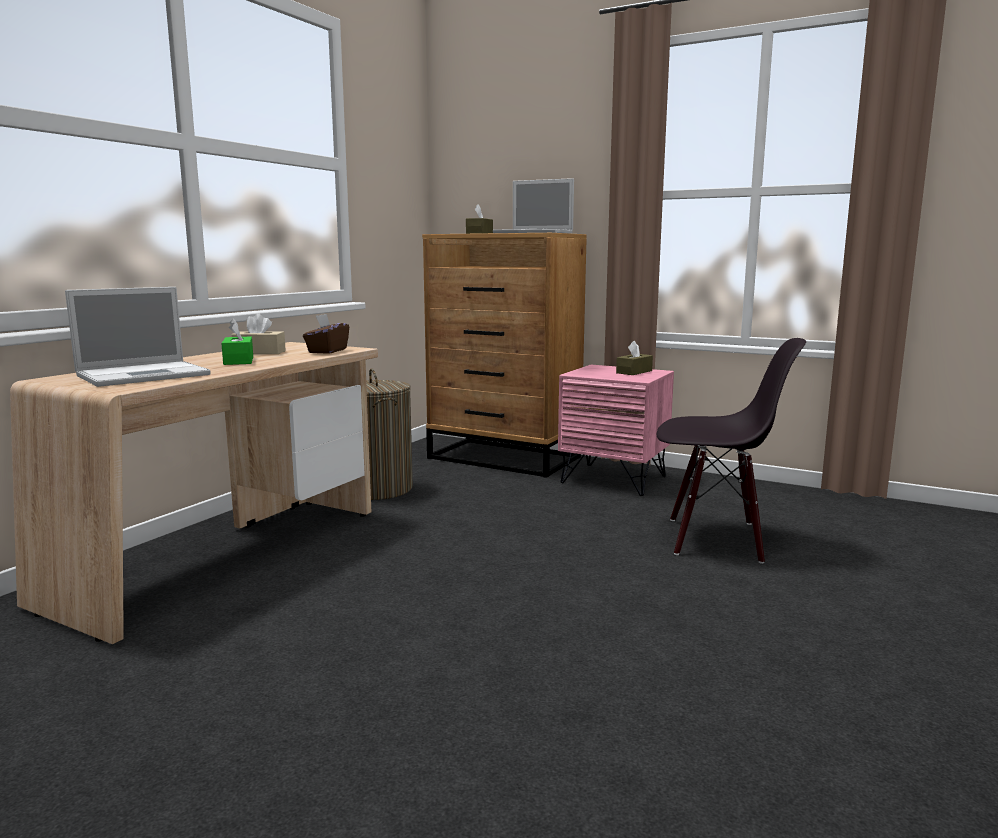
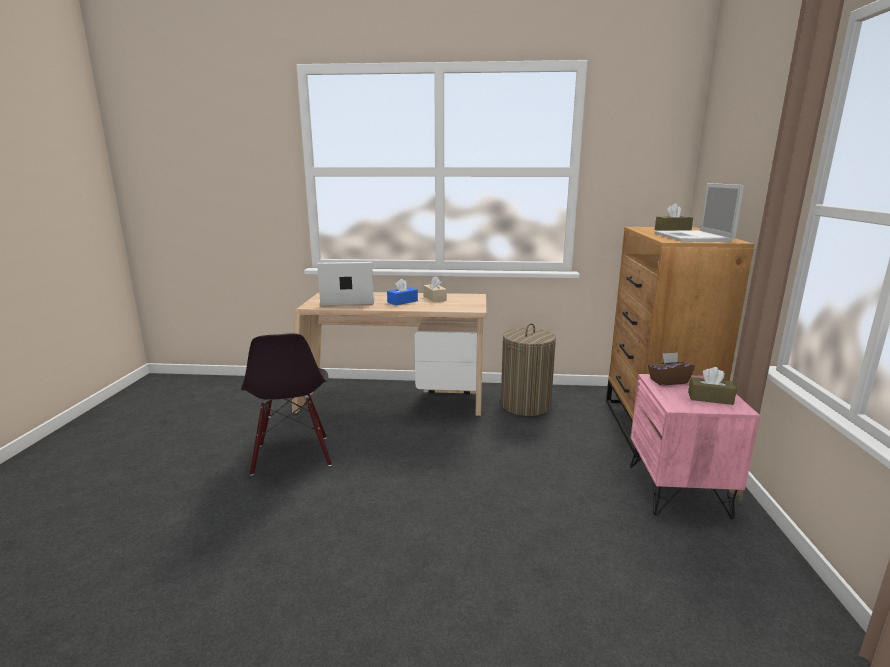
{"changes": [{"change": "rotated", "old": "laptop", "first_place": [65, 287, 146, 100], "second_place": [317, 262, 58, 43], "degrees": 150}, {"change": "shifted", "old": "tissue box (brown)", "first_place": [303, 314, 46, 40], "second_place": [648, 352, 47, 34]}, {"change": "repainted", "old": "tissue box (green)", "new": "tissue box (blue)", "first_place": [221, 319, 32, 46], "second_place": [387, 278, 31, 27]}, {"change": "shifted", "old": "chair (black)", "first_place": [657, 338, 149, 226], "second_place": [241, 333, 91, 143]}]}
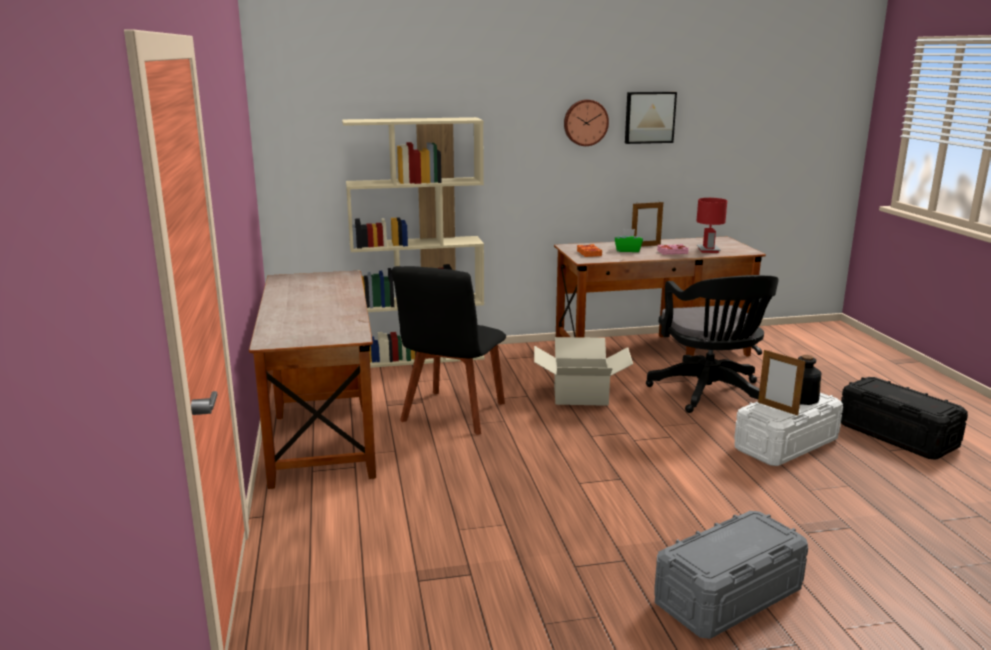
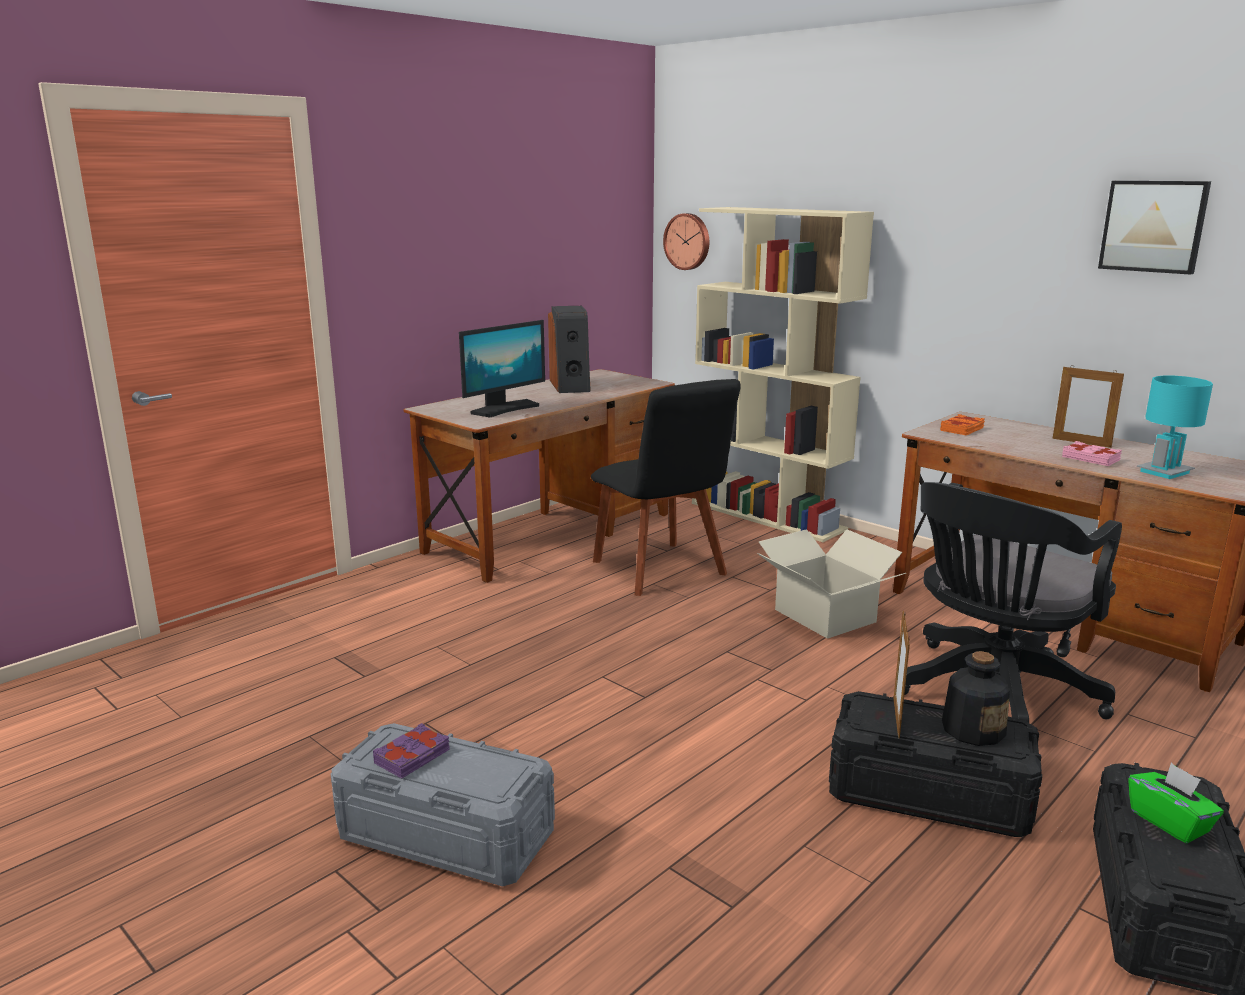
{"changes": [{"change": "shifted", "old": "wall clock", "first_place": [564, 100, 45, 46], "second_place": [663, 213, 46, 57]}, {"change": "repainted", "old": "table lamp (red)", "new": "table lamp (turquoise)", "first_place": [696, 198, 31, 55], "second_place": [1137, 376, 76, 103]}, {"change": "shifted", "old": "tissue box (green)", "first_place": [614, 229, 29, 23], "second_place": [1128, 763, 96, 80]}, {"change": "rotated", "old": "chair (black)", "first_place": [392, 266, 114, 169], "second_place": [591, 379, 150, 217], "degrees": -105}, {"change": "repainted", "old": "storage box (white)", "new": "storage box (black)", "first_place": [734, 392, 109, 74], "second_place": [829, 691, 213, 146]}, {"change": "new", "new": "speaker", "second_place": [548, 306, 43, 87]}, {"change": "new", "new": "monitor", "second_place": [459, 320, 86, 97]}, {"change": "new", "new": "book (purple)", "second_place": [373, 723, 77, 56]}]}
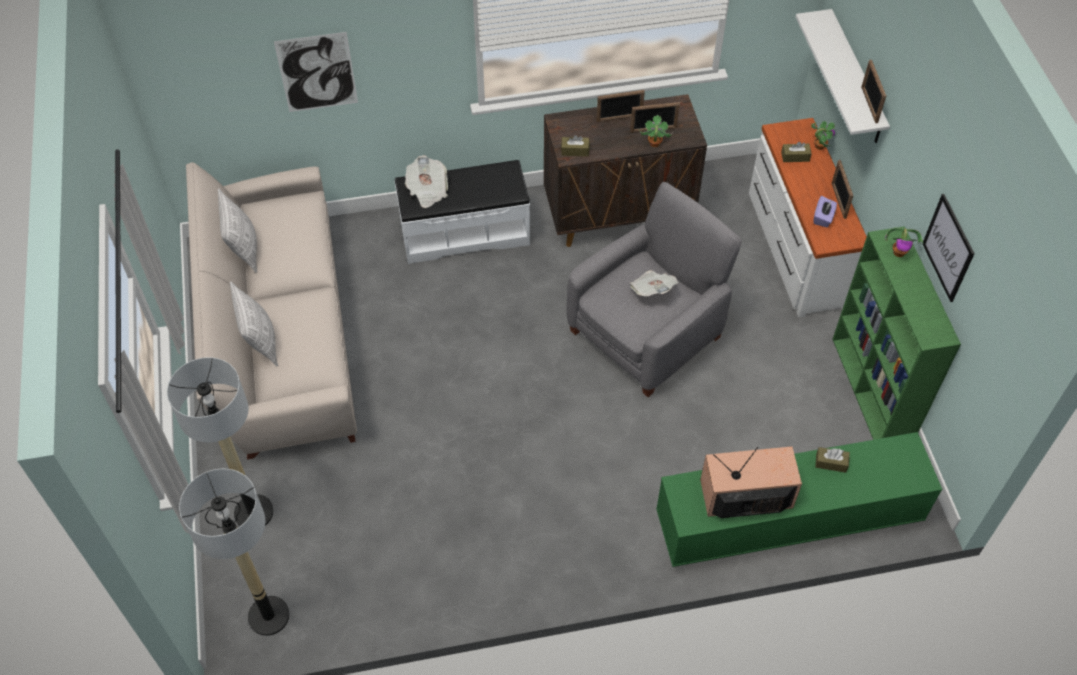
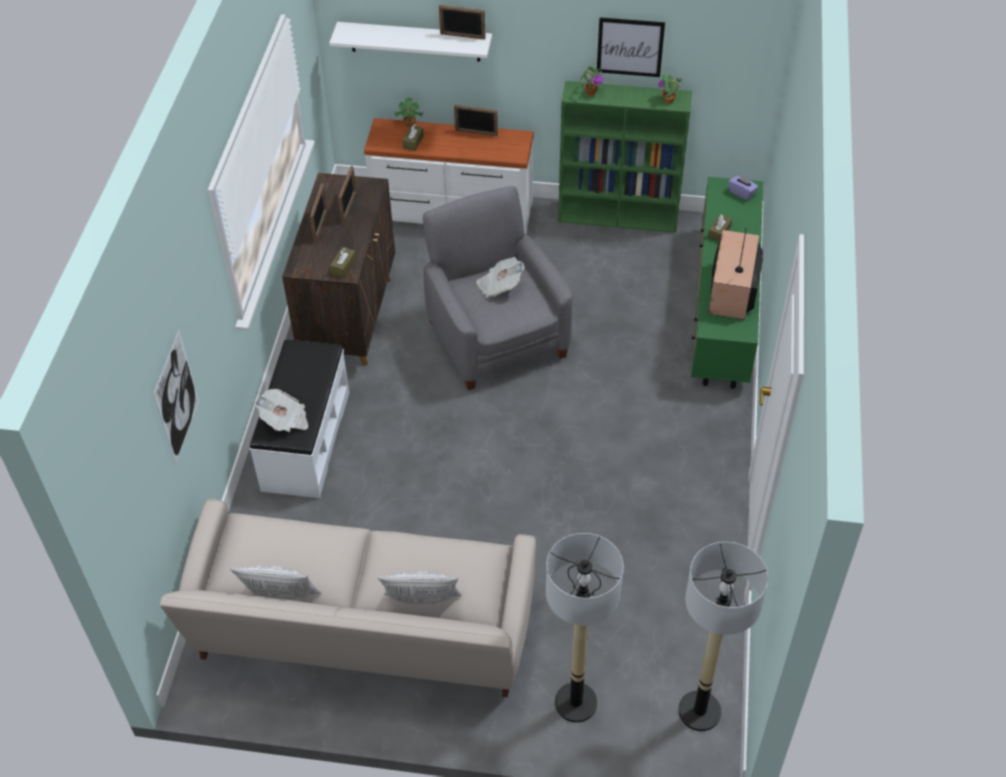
{"changes": [{"change": "shifted", "old": "potted plant", "first_place": [639, 115, 35, 32], "second_place": [658, 74, 24, 29]}, {"change": "shifted", "old": "tissue box (purple)", "first_place": [814, 196, 23, 31], "second_place": [728, 174, 30, 26]}]}
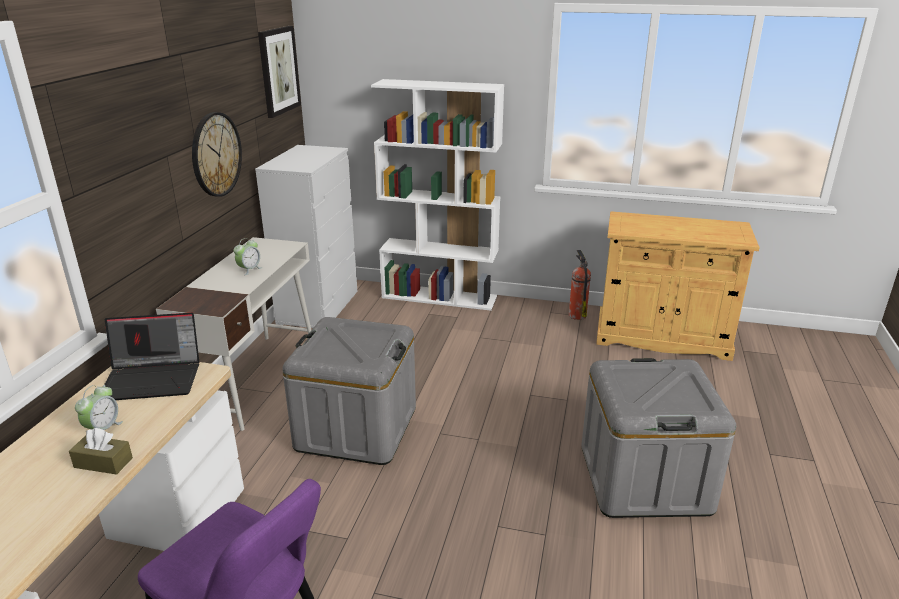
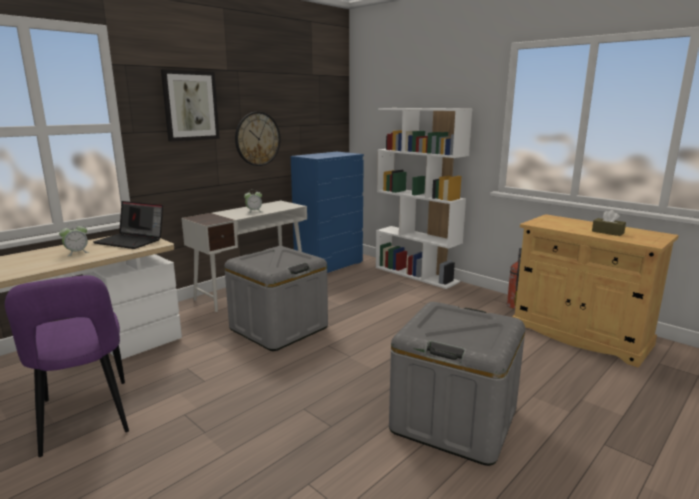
{"changes": [{"change": "shifted", "old": "picture", "first_place": [258, 26, 43, 92], "second_place": [161, 69, 59, 73]}, {"change": "repainted", "old": "dresser (white)", "new": "dresser (blue)", "first_place": [255, 145, 103, 183], "second_place": [290, 152, 74, 121]}, {"change": "shifted", "old": "tissue box (brown)", "first_place": [69, 428, 64, 47], "second_place": [592, 210, 34, 26]}]}
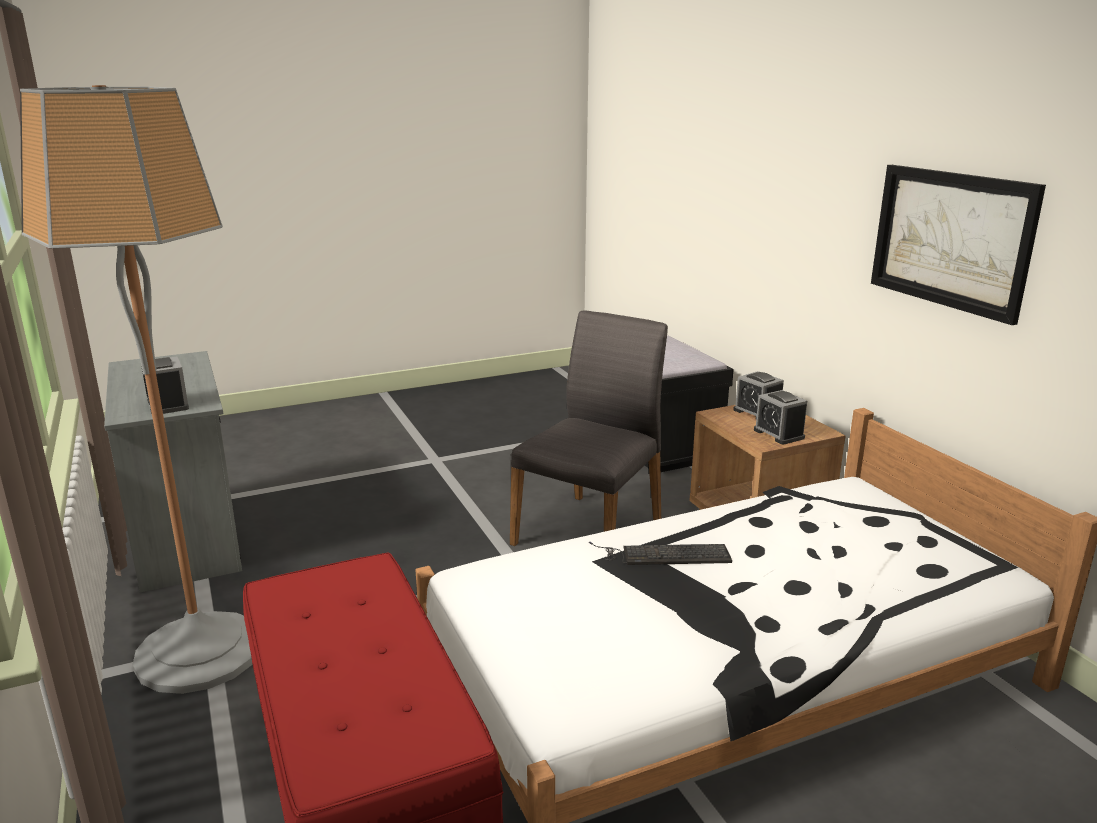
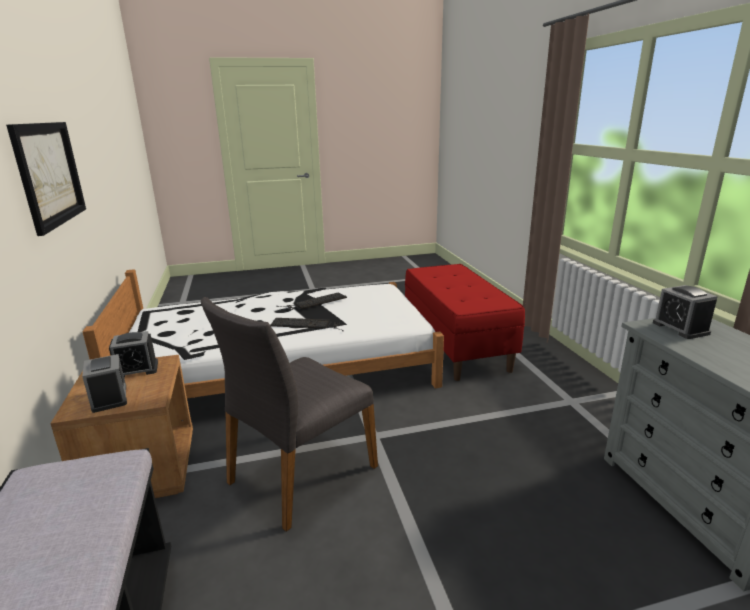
{"changes": [{"change": "gone", "old": "floor lamp", "first_place": [20, 85, 233, 609]}, {"change": "rotated", "old": "alarm clock", "first_place": [754, 390, 53, 54], "second_place": [109, 331, 49, 47], "degrees": 90}, {"change": "new", "new": "keyboard", "second_place": [277, 293, 70, 17]}]}
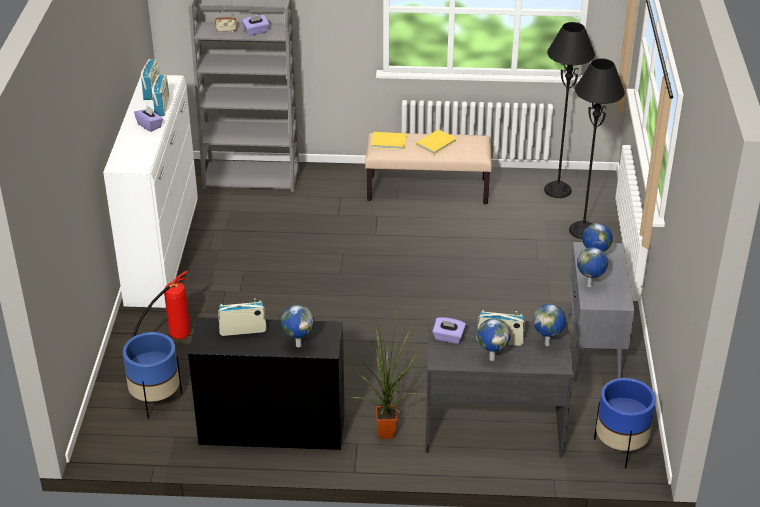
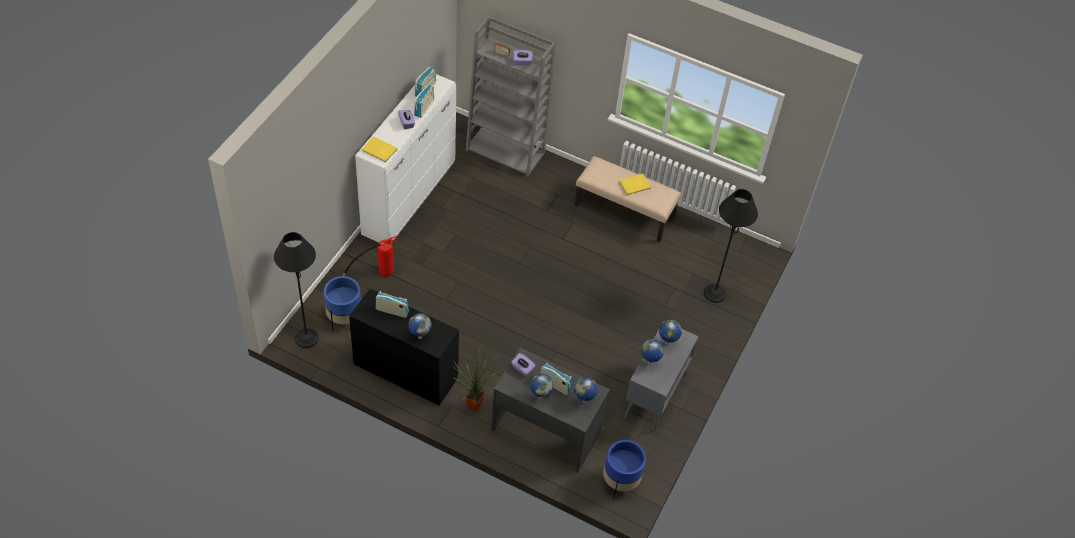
{"changes": [{"change": "shifted", "old": "floor lamp (black)", "first_place": [544, 22, 51, 176], "second_place": [274, 232, 45, 116]}, {"change": "shifted", "old": "book (yellow)", "first_place": [371, 132, 36, 18], "second_place": [362, 137, 36, 26]}]}
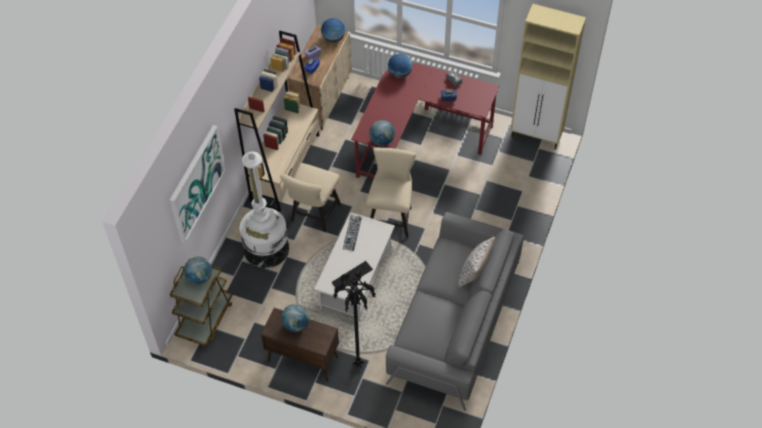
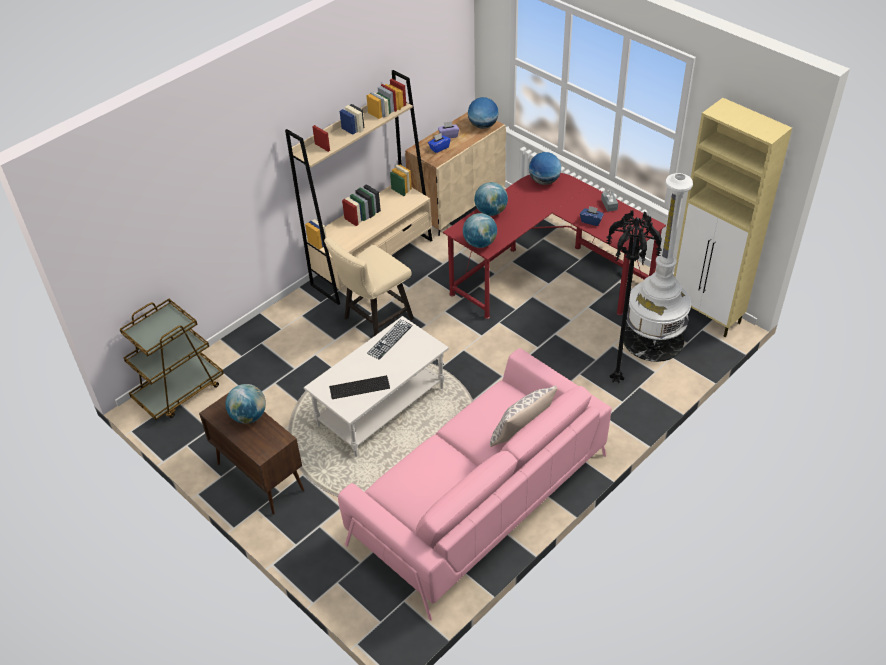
{"changes": [{"change": "gone", "old": "picture", "first_place": [170, 125, 56, 118]}, {"change": "gone", "old": "chair (beige)", "first_place": [366, 148, 50, 90]}, {"change": "shifted", "old": "floor lamp (white)", "first_place": [240, 151, 49, 117], "second_place": [624, 173, 69, 189]}, {"change": "repainted", "old": "sofa (grey)", "new": "sofa (pink)", "first_place": [386, 212, 138, 199], "second_place": [338, 348, 274, 273]}, {"change": "shifted", "old": "globe", "first_place": [184, 256, 28, 28], "second_place": [474, 182, 34, 34]}, {"change": "shifted", "old": "floor lamp (black)", "first_place": [333, 271, 43, 97], "second_place": [606, 210, 56, 173]}]}
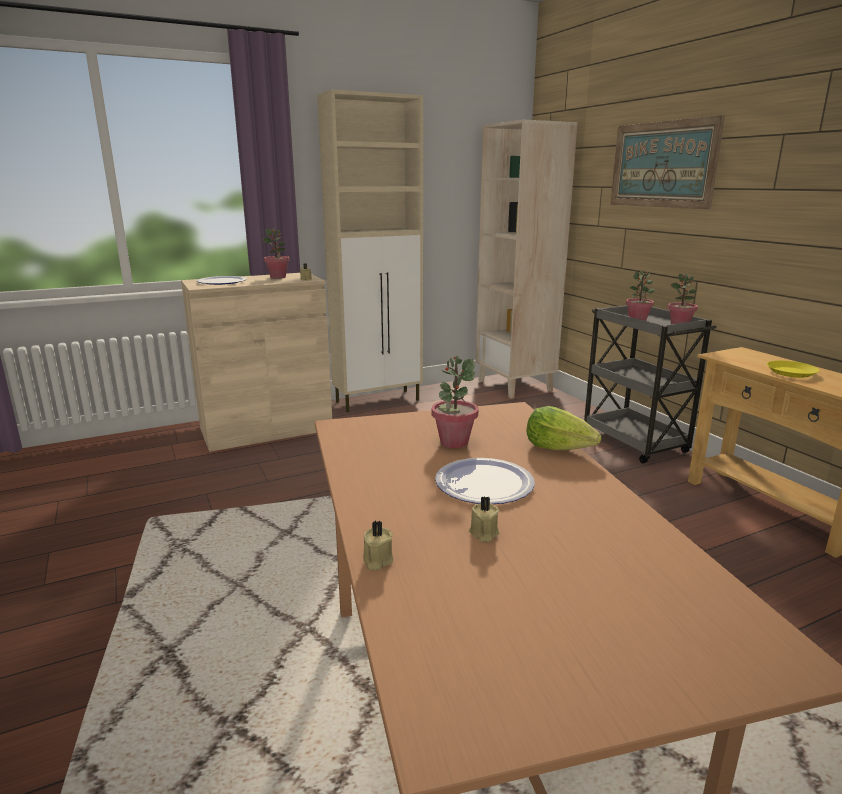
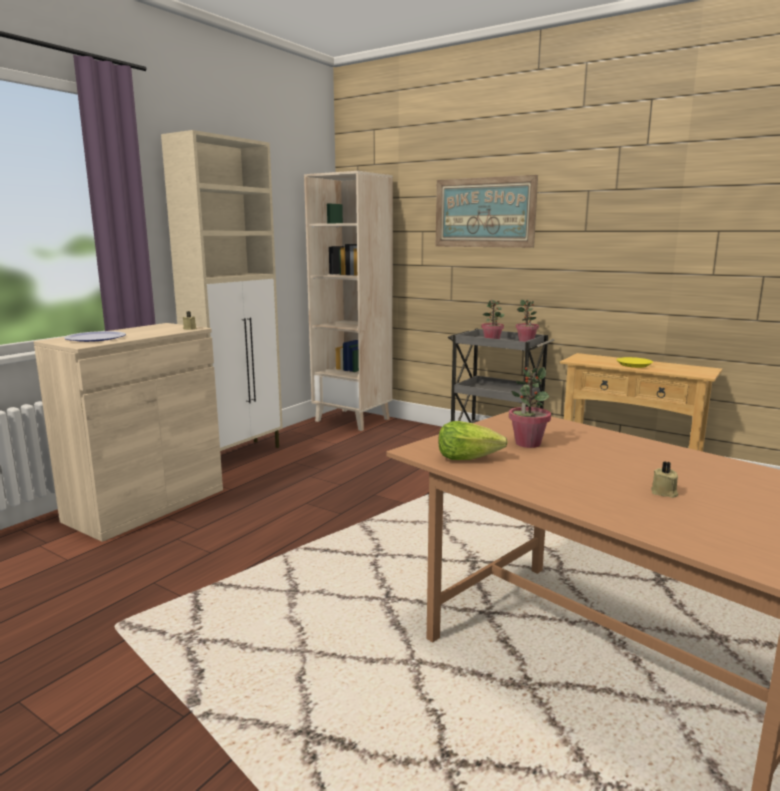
{"changes": [{"change": "gone", "old": "potted plant", "first_place": [262, 228, 28, 51]}, {"change": "shifted", "old": "lettuce", "first_place": [526, 406, 75, 44], "second_place": [438, 421, 70, 39]}, {"change": "gone", "old": "plate", "first_place": [435, 458, 100, 46]}, {"change": "gone", "old": "candle (beige)", "first_place": [363, 520, 30, 50]}]}
